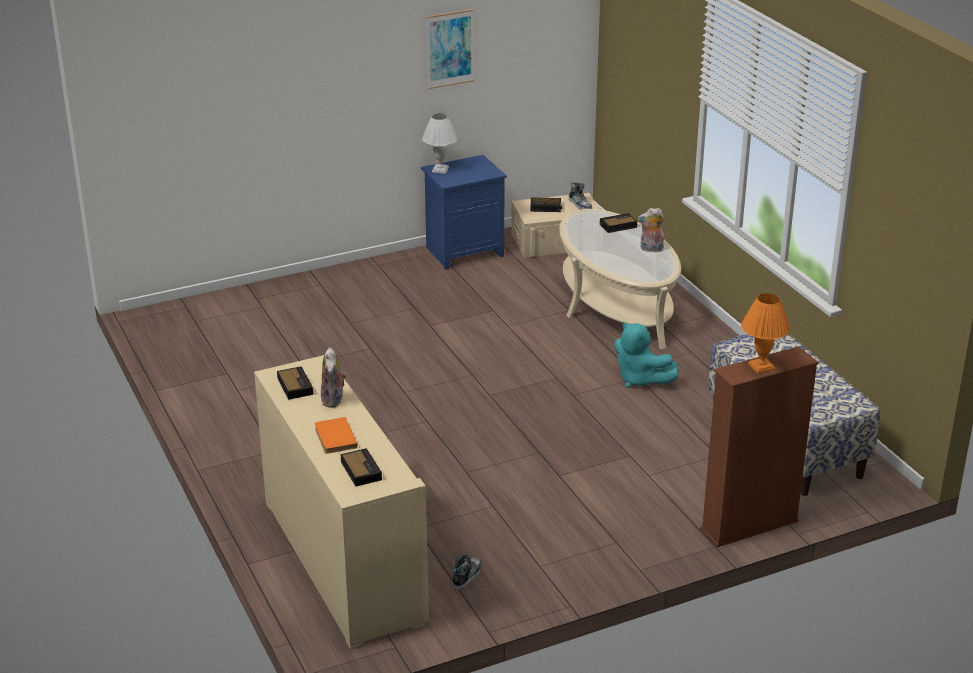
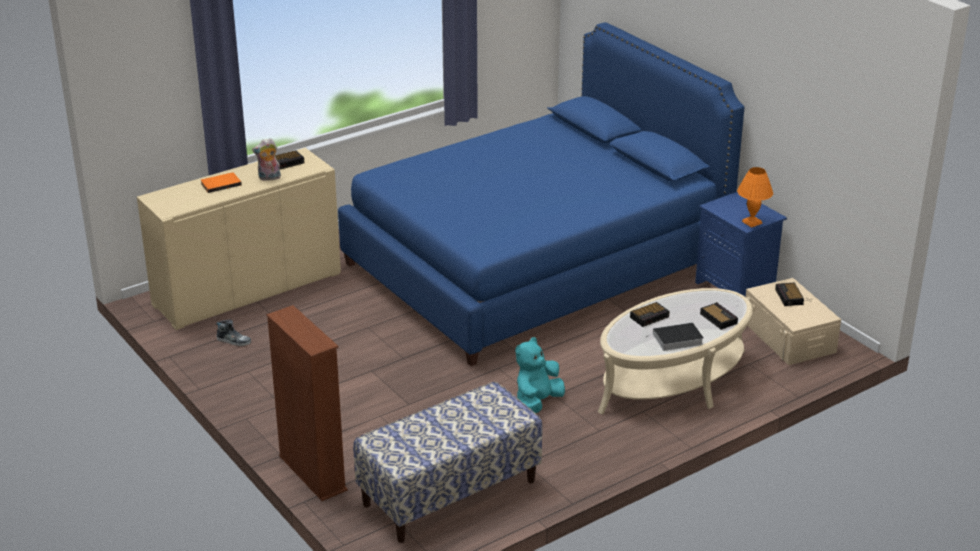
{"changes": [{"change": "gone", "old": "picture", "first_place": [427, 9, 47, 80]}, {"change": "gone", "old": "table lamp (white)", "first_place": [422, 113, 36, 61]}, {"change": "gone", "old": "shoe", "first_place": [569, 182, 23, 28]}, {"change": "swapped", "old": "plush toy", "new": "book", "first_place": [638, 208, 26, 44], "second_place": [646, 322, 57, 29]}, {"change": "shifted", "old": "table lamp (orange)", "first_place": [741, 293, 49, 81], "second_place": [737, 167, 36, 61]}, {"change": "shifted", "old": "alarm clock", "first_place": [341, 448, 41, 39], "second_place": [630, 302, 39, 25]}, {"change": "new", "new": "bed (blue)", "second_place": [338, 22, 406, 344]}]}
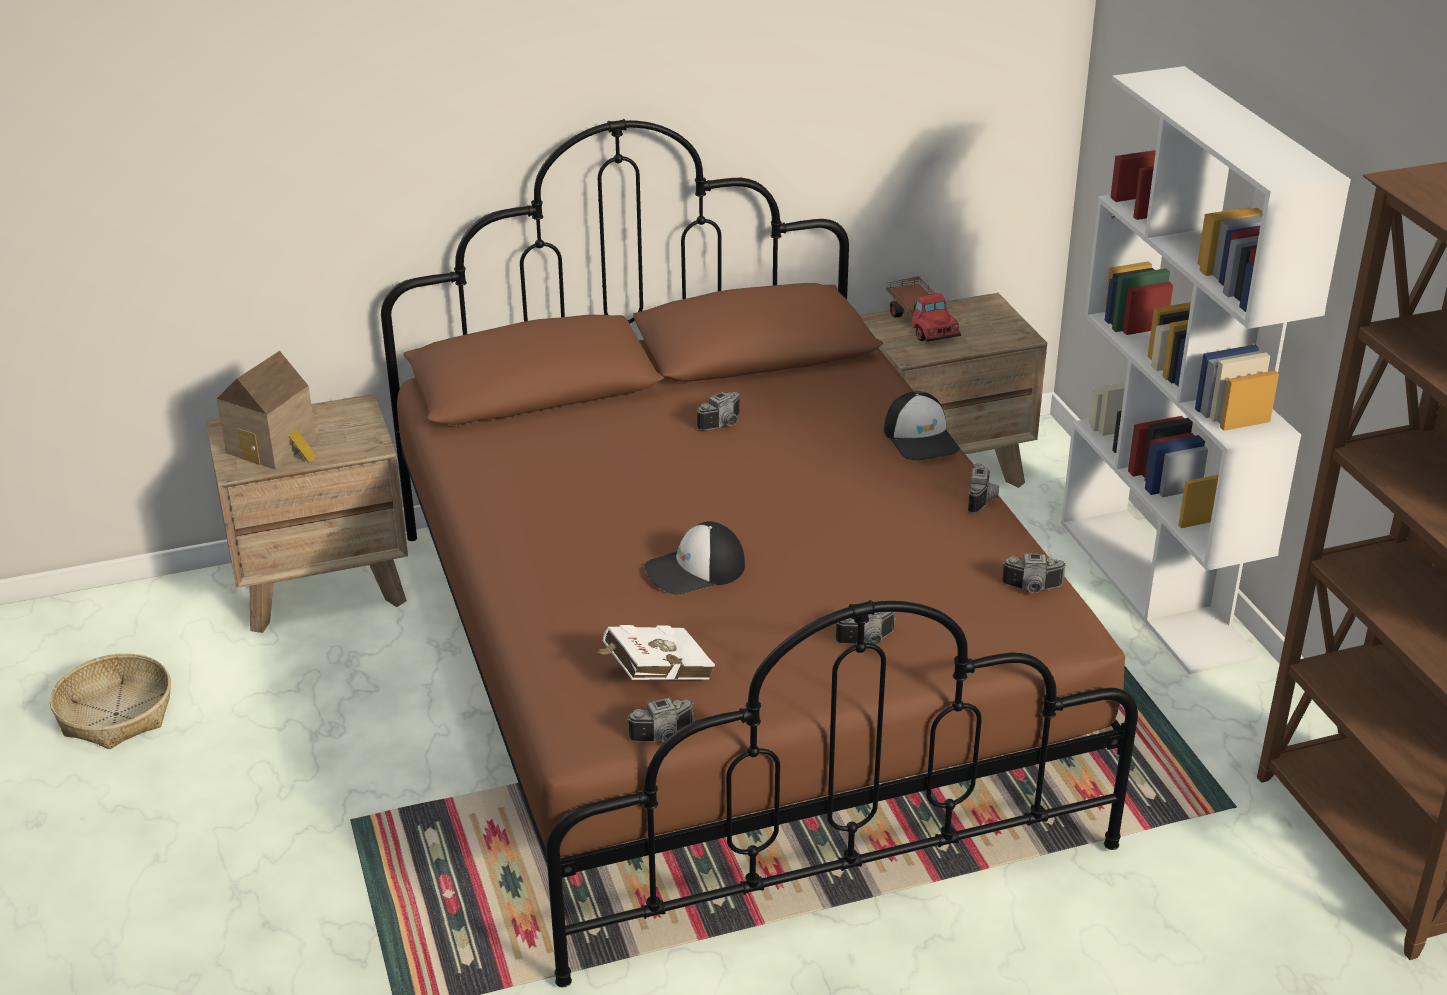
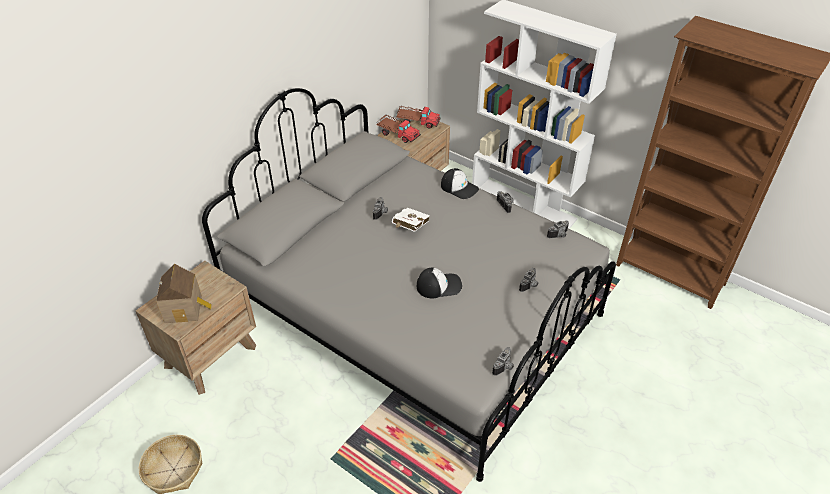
{"changes": [{"change": "repainted", "old": "bed (brown)", "new": "bed (grey)", "first_place": [381, 119, 757, 868], "second_place": [202, 88, 414, 394]}, {"change": "rotated", "old": "cap", "first_place": [645, 521, 100, 74], "second_place": [417, 268, 45, 30], "degrees": -135}, {"change": "shifted", "old": "book (white)", "first_place": [596, 625, 119, 55], "second_place": [392, 208, 38, 24]}, {"change": "new", "new": "toy truck", "second_place": [396, 106, 45, 23]}]}
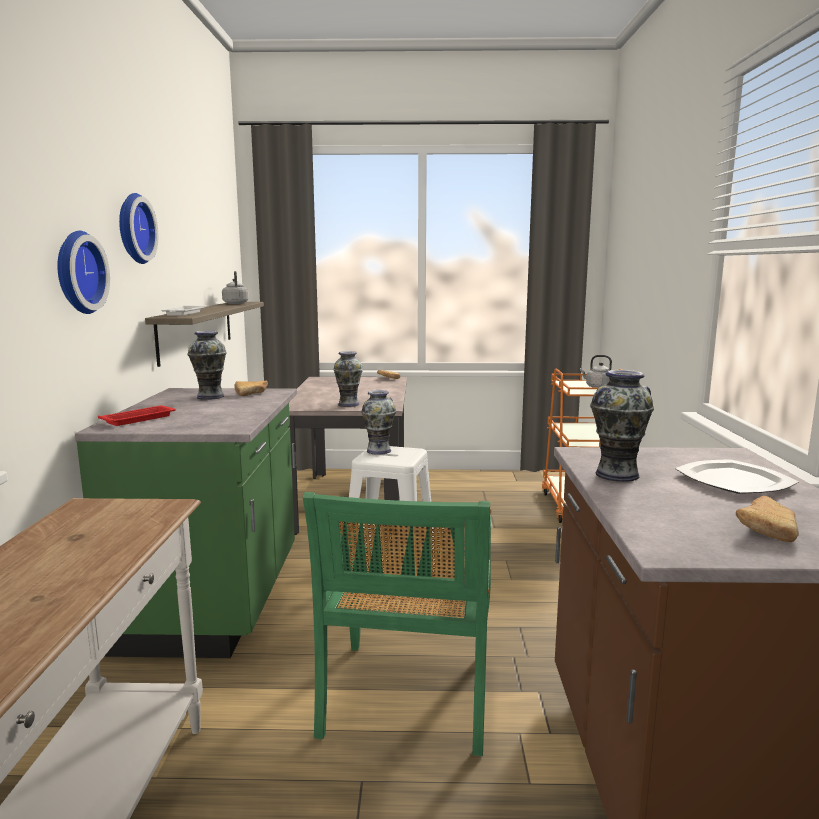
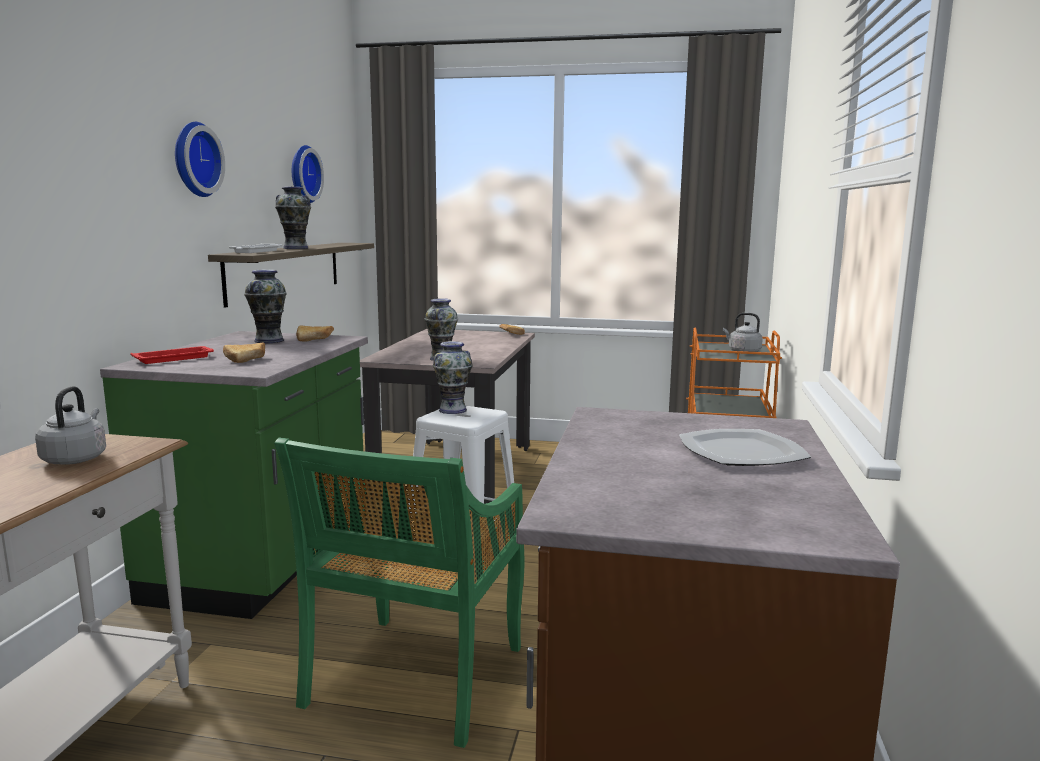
{"changes": [{"change": "shifted", "old": "wall clock", "first_place": [57, 231, 53, 83], "second_place": [292, 145, 32, 58]}, {"change": "shifted", "old": "kettle (grey)", "first_place": [222, 271, 27, 33], "second_place": [35, 386, 71, 79]}, {"change": "shifted", "old": "vase", "first_place": [590, 370, 64, 112], "second_place": [275, 187, 36, 62]}, {"change": "shifted", "old": "bread", "first_place": [736, 496, 63, 46], "second_place": [223, 343, 42, 20]}]}
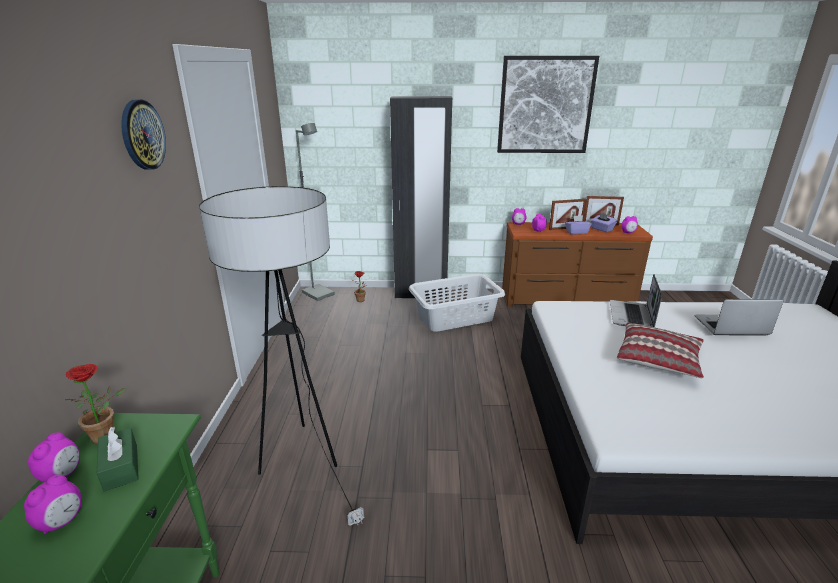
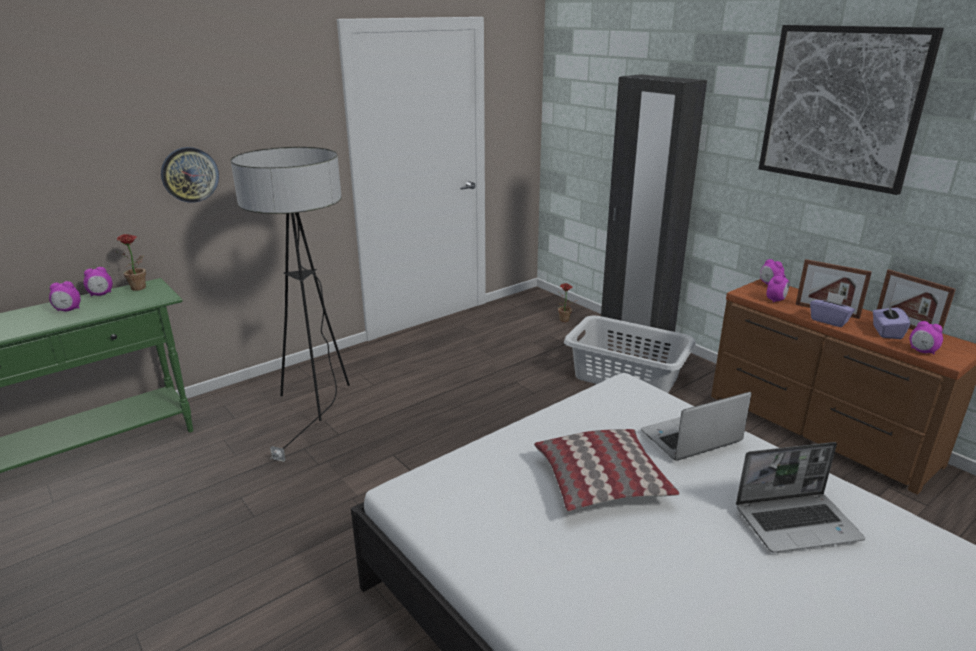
{"changes": [{"change": "shifted", "old": "wall clock", "first_place": [121, 99, 45, 71], "second_place": [161, 147, 58, 56]}, {"change": "gone", "old": "floor lamp (grey)", "first_place": [296, 123, 39, 178]}, {"change": "rotated", "old": "laptop", "first_place": [695, 299, 88, 37], "second_place": [736, 442, 129, 111], "degrees": 120}, {"change": "gone", "old": "tissue box (green)", "first_place": [97, 427, 42, 65]}]}
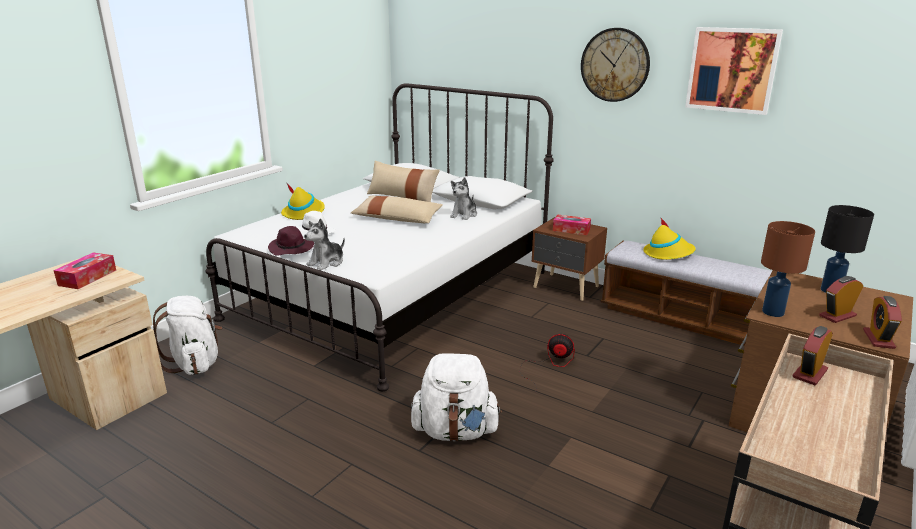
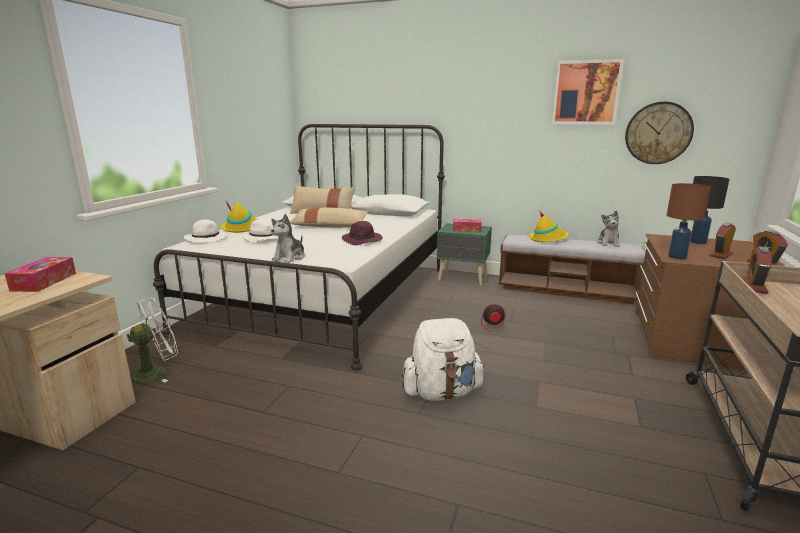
{"changes": [{"change": "shifted", "old": "wall clock", "first_place": [581, 28, 69, 74], "second_place": [625, 102, 69, 62]}, {"change": "shifted", "old": "plush toy", "first_place": [450, 177, 27, 43], "second_place": [597, 211, 23, 36]}, {"change": "repainted", "old": "nightstand (brown)", "new": "nightstand (green)", "first_place": [532, 217, 75, 84], "second_place": [437, 223, 55, 63]}, {"change": "shifted", "old": "hat (purple)", "first_place": [268, 226, 46, 30], "second_place": [342, 221, 41, 24]}, {"change": "swapped", "old": "backpack (white)", "new": "fan (white)", "first_place": [153, 296, 69, 79], "second_place": [126, 297, 52, 85]}, {"change": "new", "new": "hat (white)", "second_place": [184, 219, 43, 24]}]}
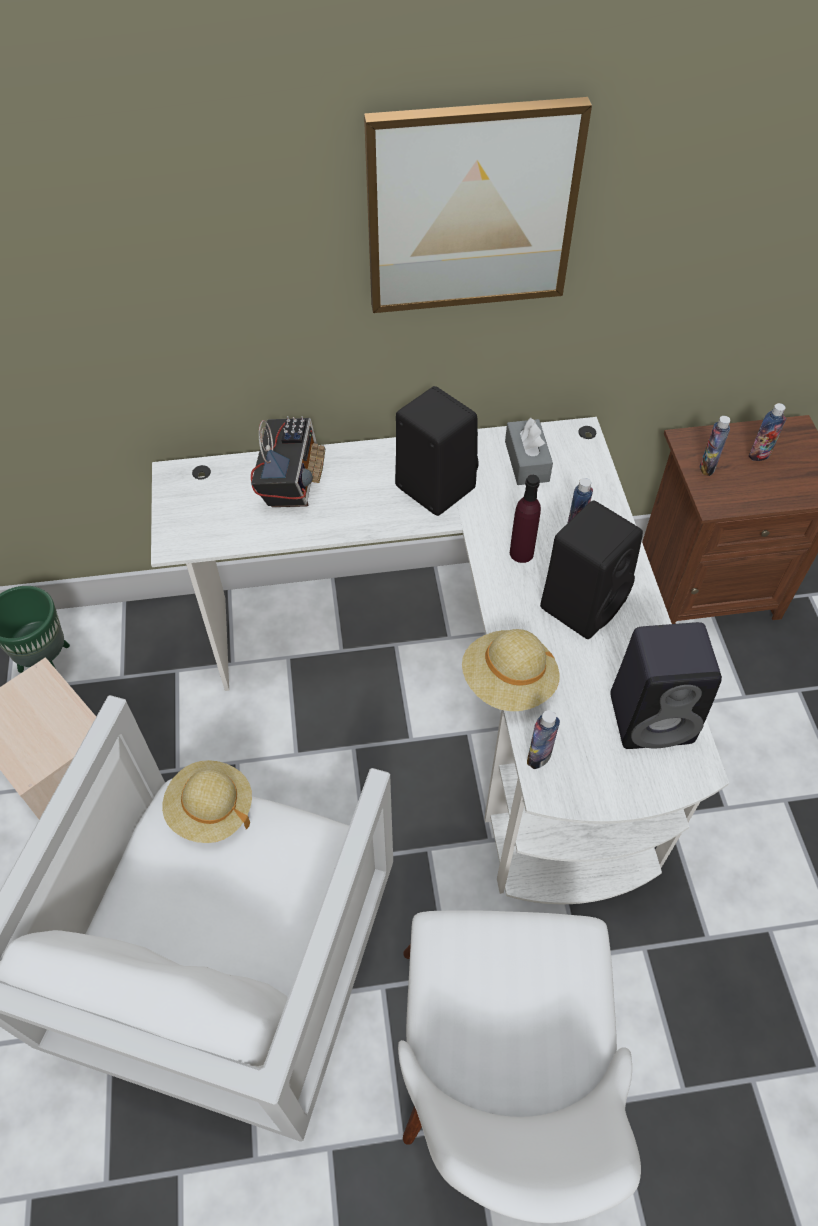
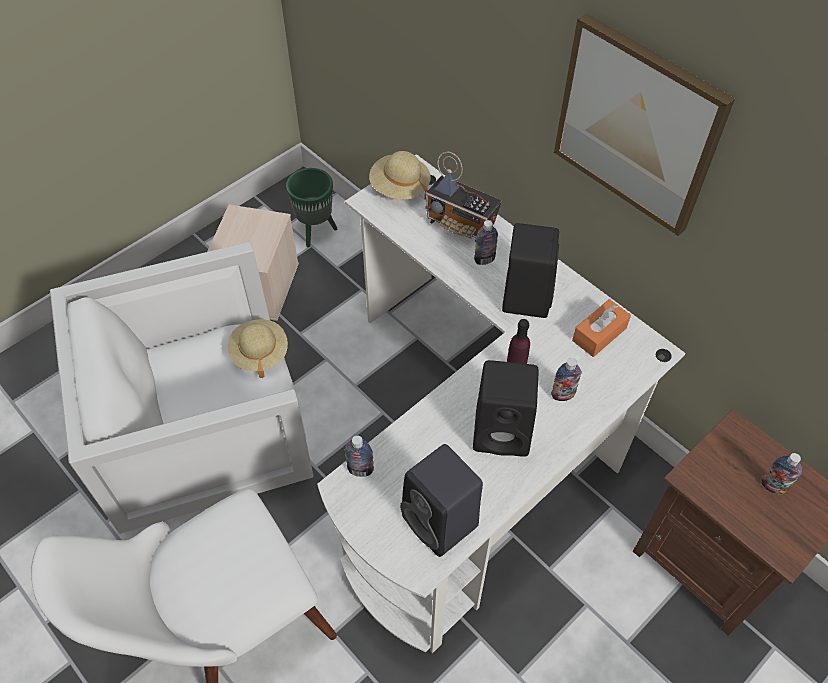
{"changes": [{"change": "rotated", "old": "radio", "first_place": [251, 416, 74, 91], "second_place": [425, 152, 77, 90], "degrees": 60}, {"change": "shifted", "old": "bottle", "first_place": [700, 416, 31, 60], "second_place": [474, 220, 24, 45]}, {"change": "repainted", "old": "tissue box (grey)", "new": "tissue box (orange)", "first_place": [505, 417, 48, 68], "second_place": [572, 299, 59, 58]}, {"change": "shifted", "old": "hat (beige)", "first_place": [462, 629, 98, 82], "second_place": [369, 151, 61, 49]}]}
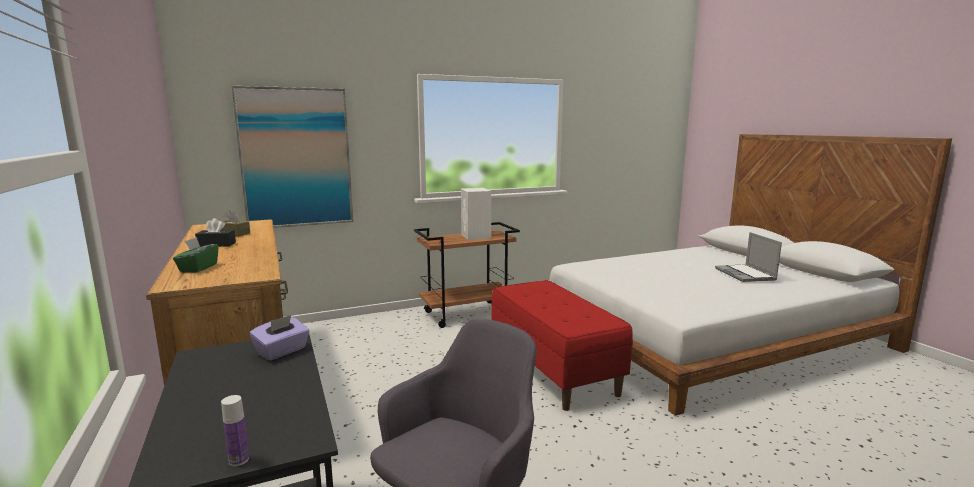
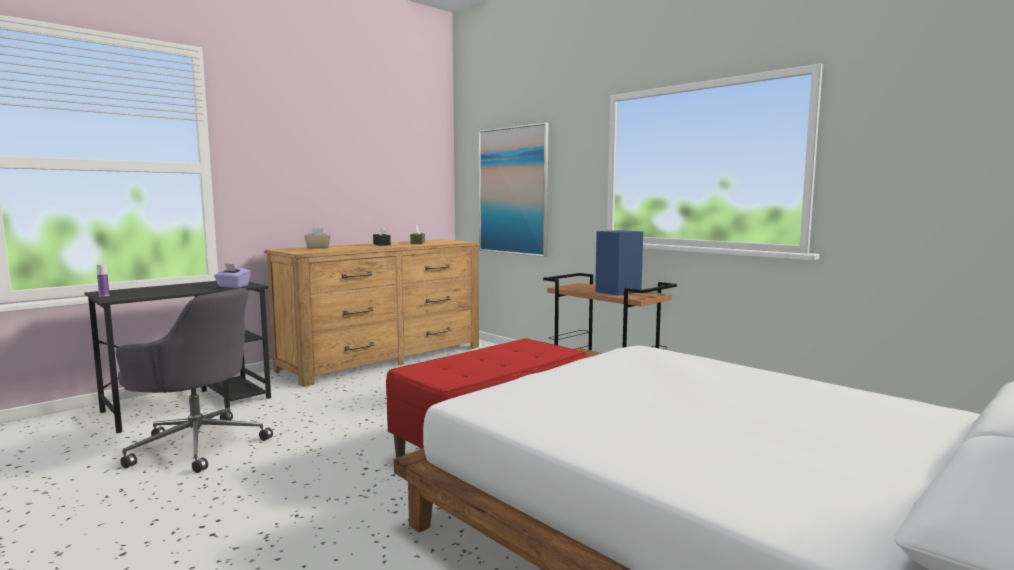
{"changes": [{"change": "repainted", "old": "speaker (white)", "new": "speaker (blue)", "first_place": [461, 188, 30, 52], "second_place": [595, 230, 48, 66]}, {"change": "gone", "old": "laptop", "first_place": [715, 232, 67, 50]}, {"change": "repainted", "old": "tissue box (green)", "new": "tissue box (beige)", "first_place": [173, 237, 46, 35], "second_place": [304, 228, 27, 21]}]}
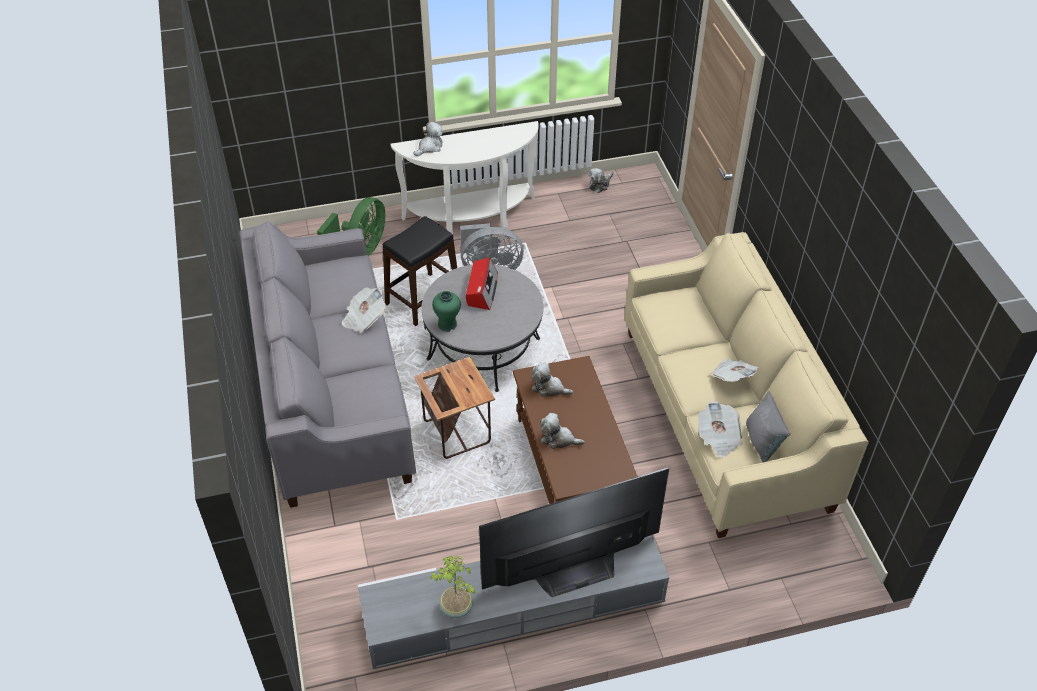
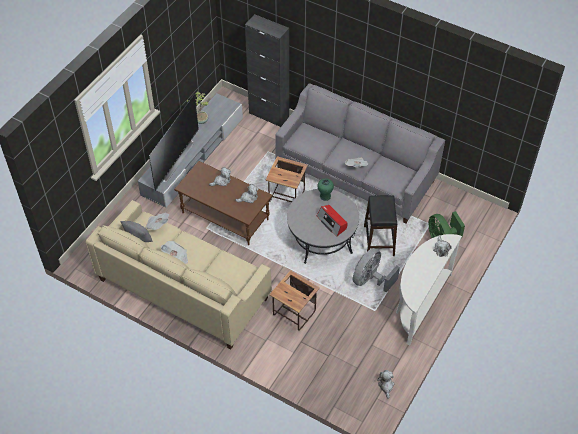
{"changes": [{"change": "new", "new": "cabinet (black)", "second_place": [245, 14, 44, 113]}, {"change": "new", "new": "side table", "second_place": [269, 270, 51, 61]}]}
